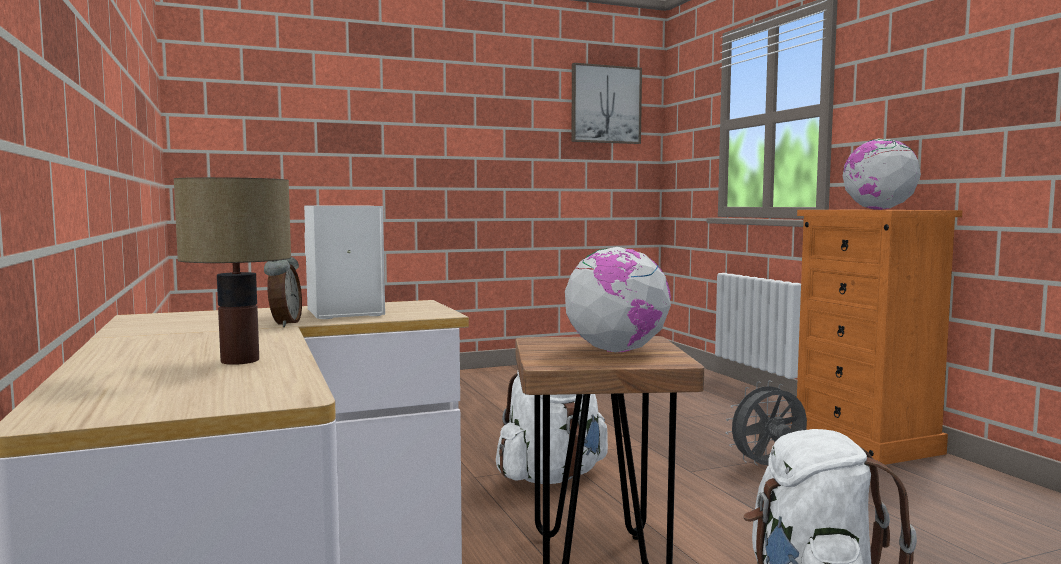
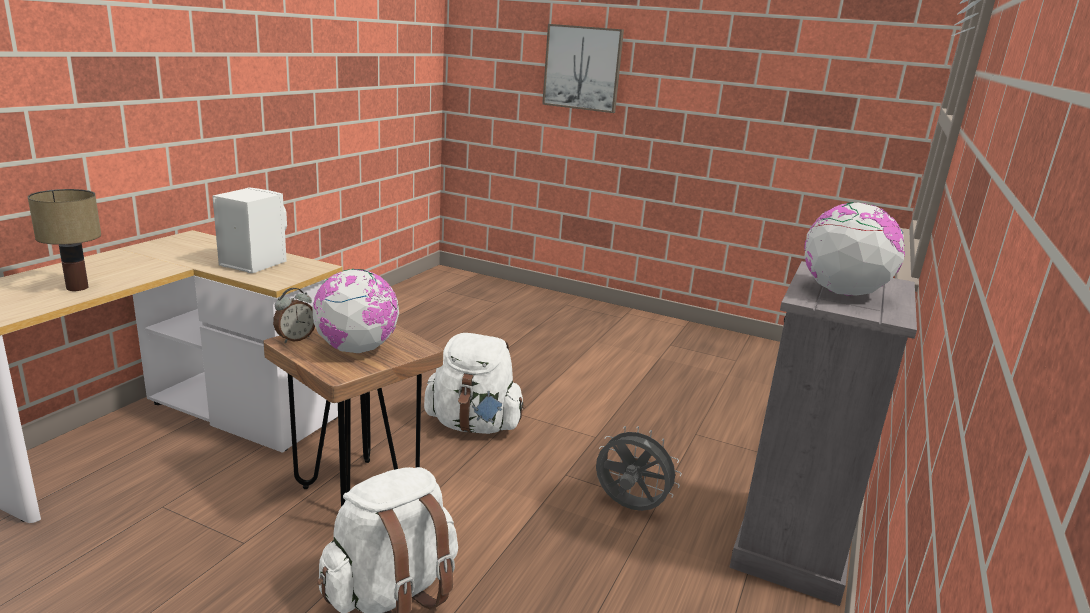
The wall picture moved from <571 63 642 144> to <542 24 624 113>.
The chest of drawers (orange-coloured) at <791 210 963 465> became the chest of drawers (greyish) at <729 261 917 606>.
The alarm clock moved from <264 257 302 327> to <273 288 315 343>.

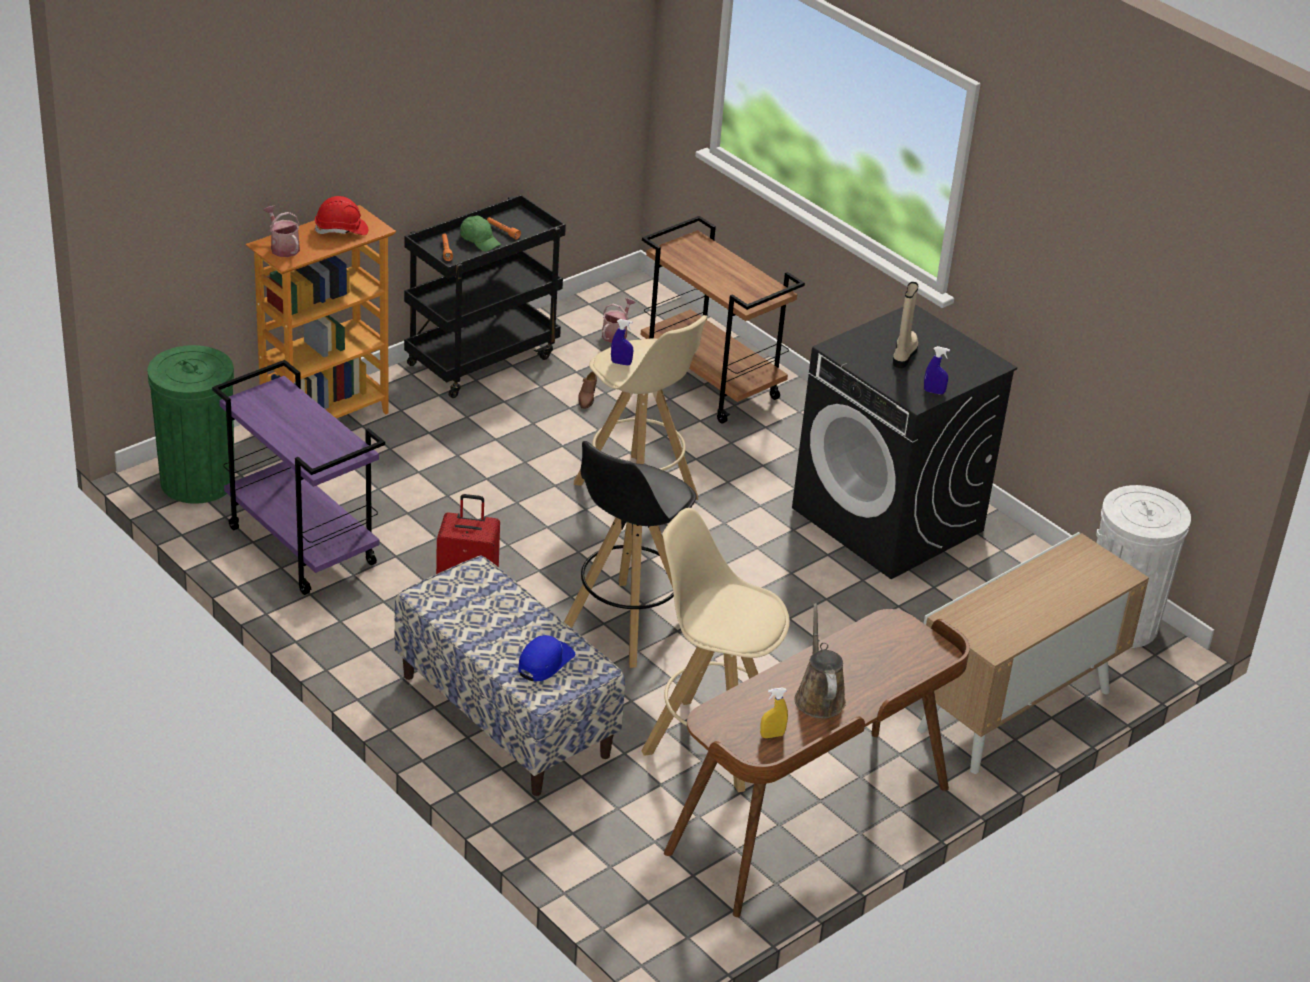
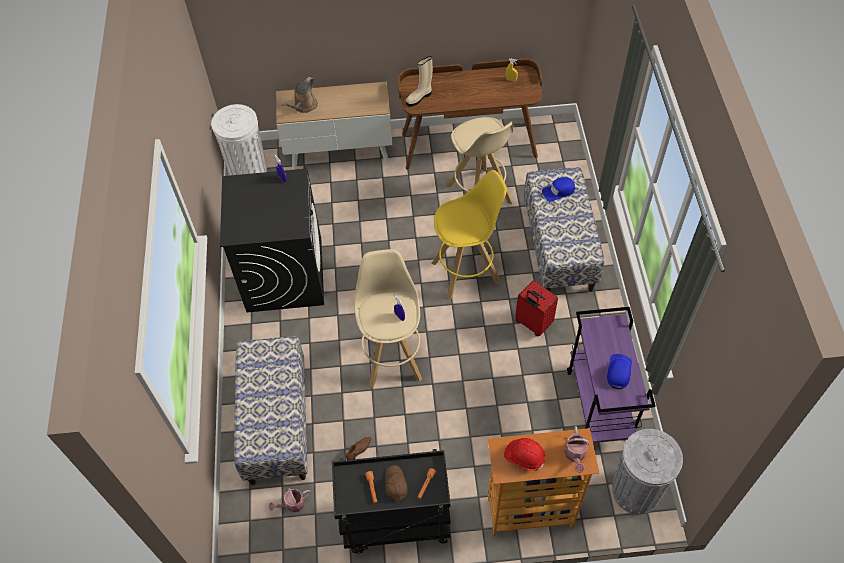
The cap (green) at <460 215 501 251> became the cap (brownish) at <385 466 407 501>.
The wheeled cart (brownish) at <641 216 805 424> was replaced by the bench at <234 336 308 485>.
The tall boot (sand-coloured) moved from <893 282 918 368> to <406 56 433 107>.
The trash can (green) at <147 345 235 504> became the trash can (greyish) at <612 429 683 514>.
The sitting stool (black) at <564 441 697 668> became the sitting stool (yellow-coloured) at <431 170 507 300>.
The watering pot (brownish) moved from <795 603 846 719> to <282 77 318 113>.
The cap (blue-coloured) at <607 354 632 389> appeared.

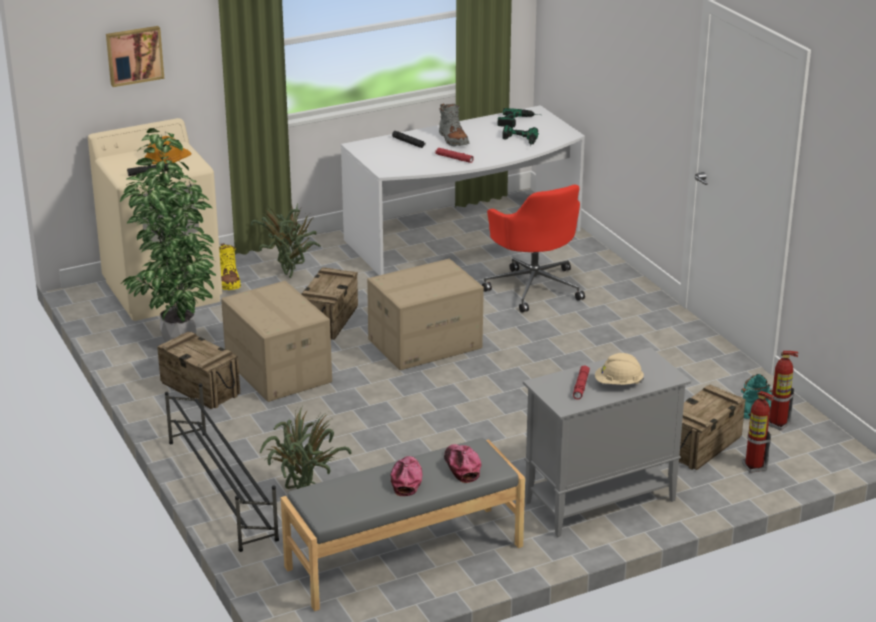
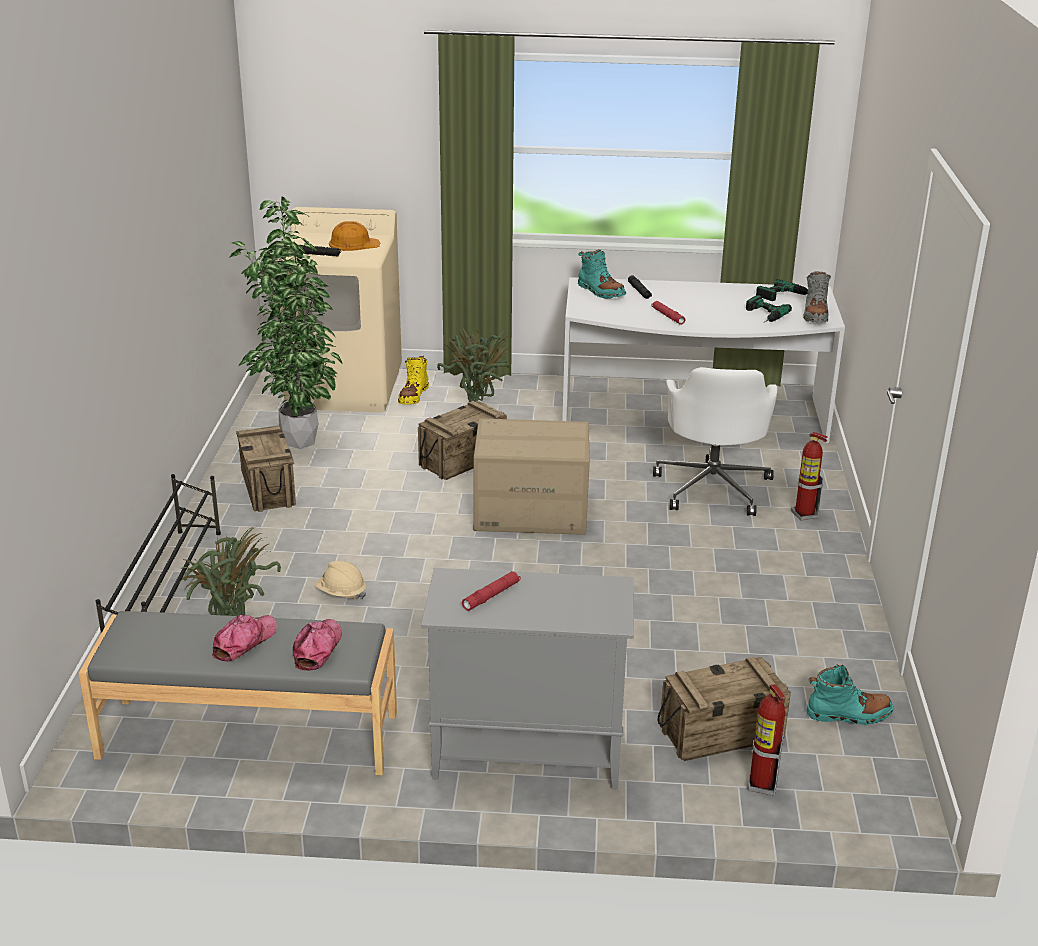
The wall picture at <106 26 164 87> disappeared.
The tall boot (greyish) moved from <439 103 469 147> to <803 271 831 322>.
The desk chair (reddish) at <482 184 585 313> became the desk chair (white-coloured) at <653 367 777 516>.
The packing box at <221 281 332 402> disappeared.
The fire extinguisher moved from <768 351 798 431> to <791 432 827 521>.
The hard hat (sand-coloured) moved from <595 353 644 385> to <315 561 366 599>.
The tall boot (blue-green) at <578 249 626 299> appeared.

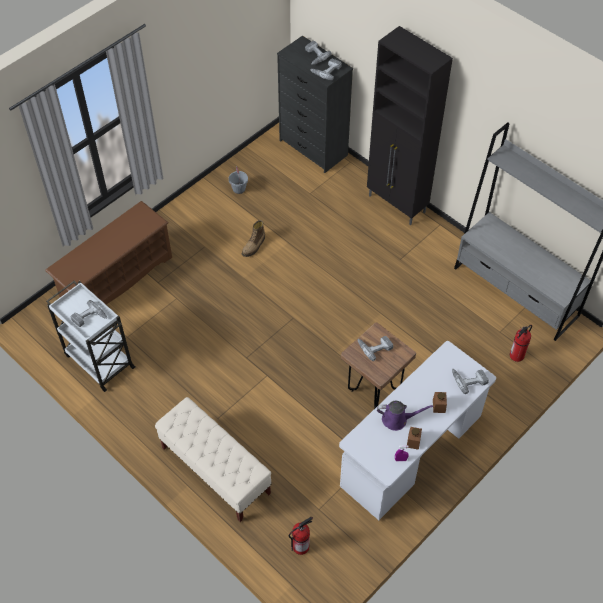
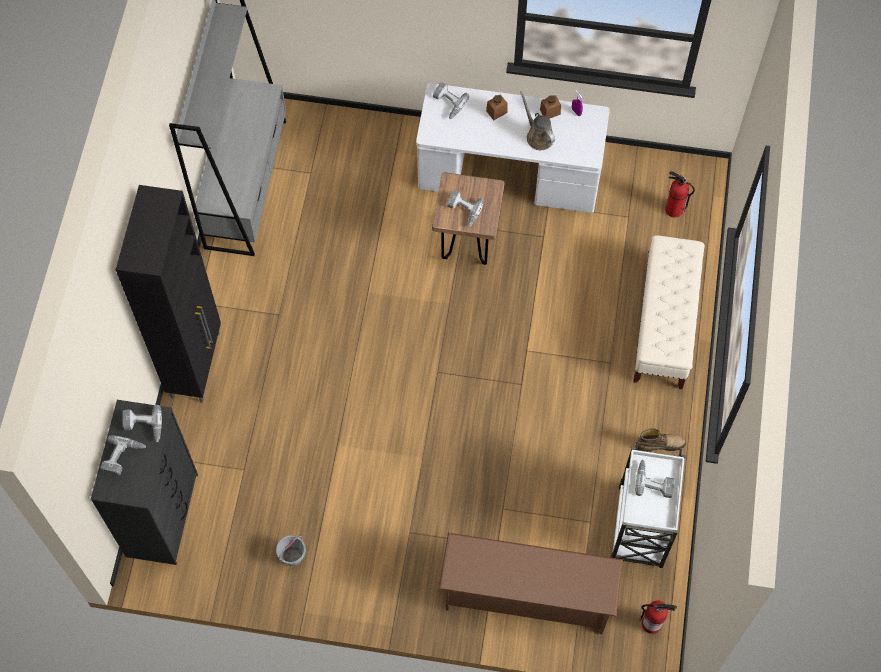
The tall boot moved from <242 220 265 257> to <637 429 686 452>.
The fire extinguisher moved from <510 325 532 362> to <639 600 677 634>.
The watering pot (purplish) at <377 401 434 431> became the watering pot (brownish) at <520 91 555 150>.

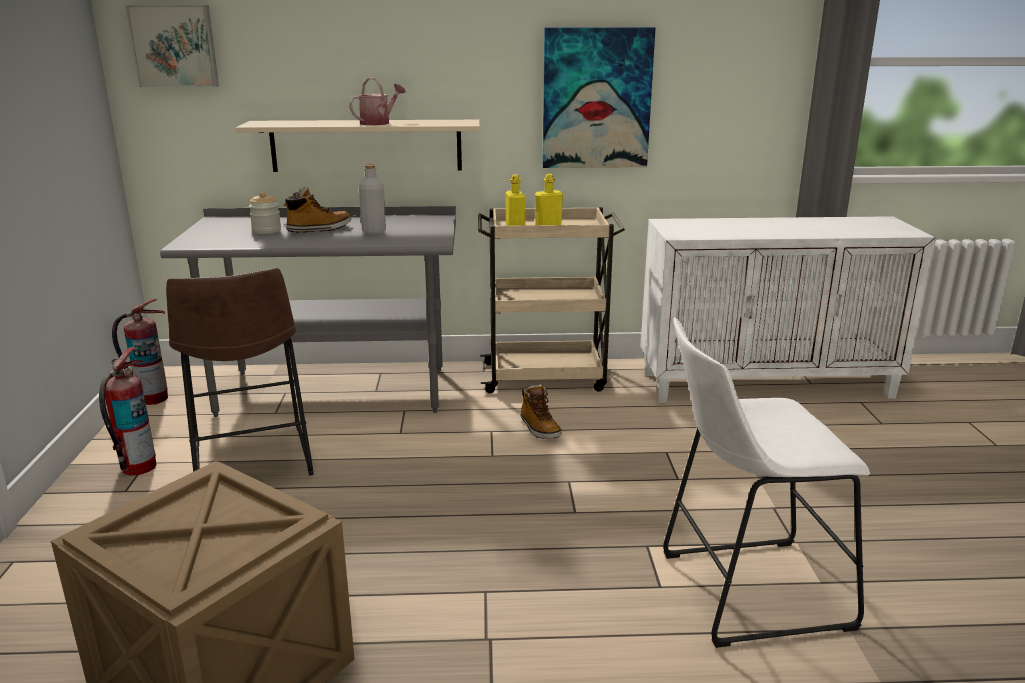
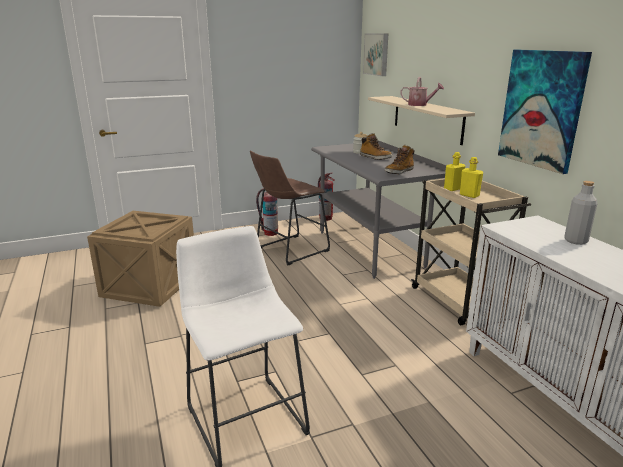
The bottle (greyish) moved from <359 164 386 235> to <564 181 598 245>.
The tall boot moved from <520 385 562 438> to <385 144 415 174>.

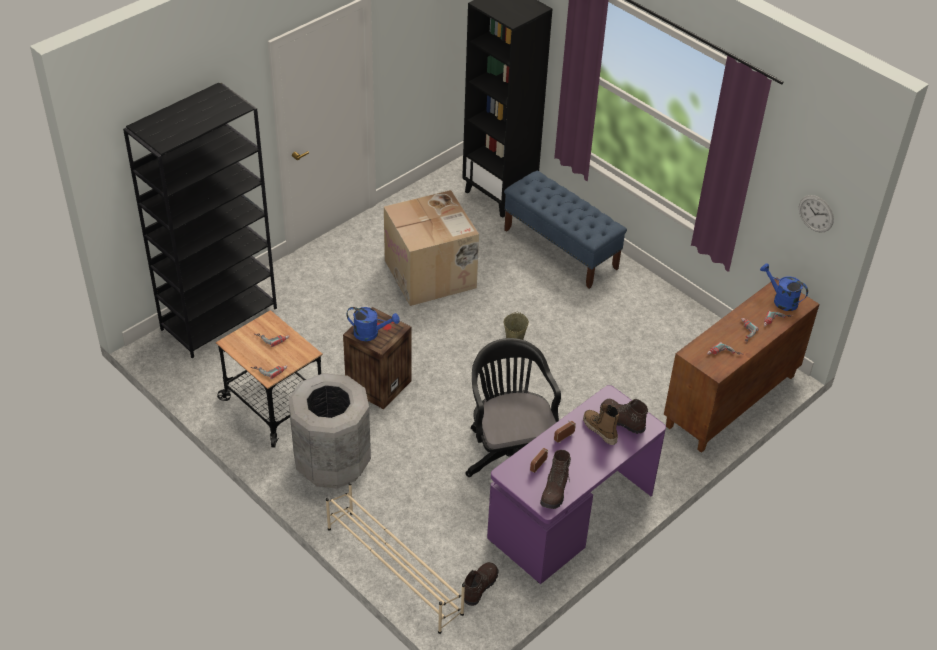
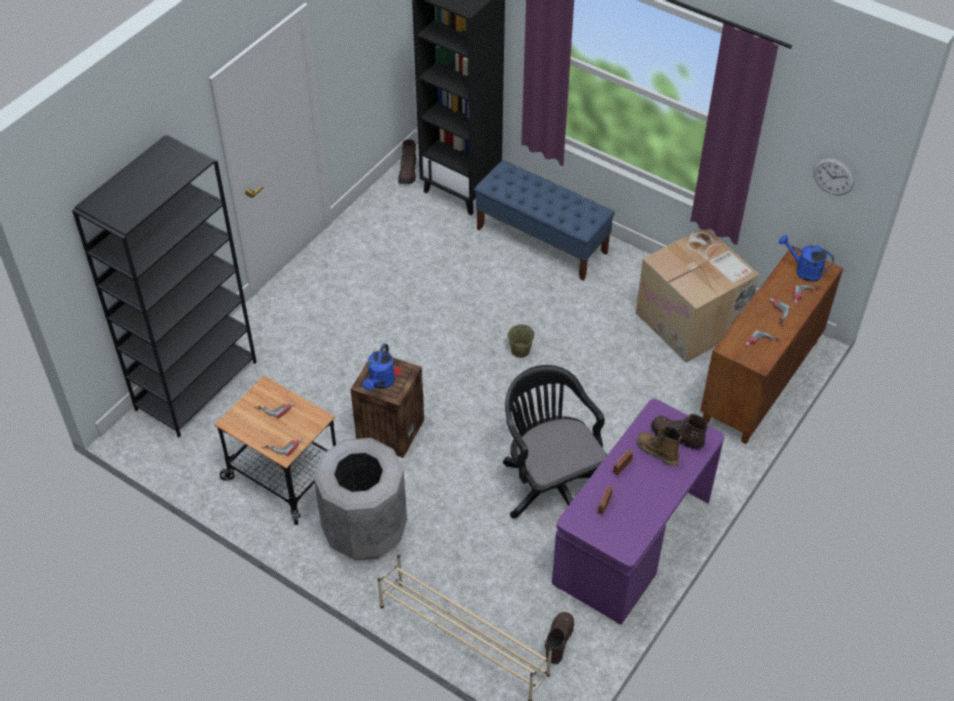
The packing box moved from <384 190 479 306> to <636 229 759 363>.
The watering pot (blue-coloured) at <346 307 400 341> turned 105 degrees clockwise.
The tall boot (brownish) moved from <540 450 572 509> to <398 139 418 184>.

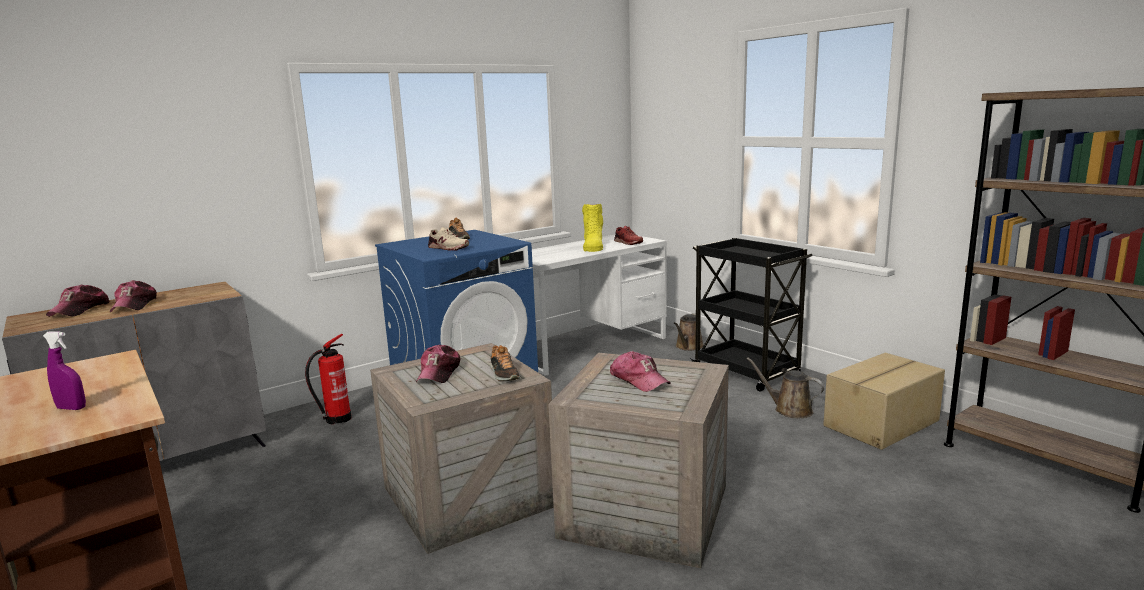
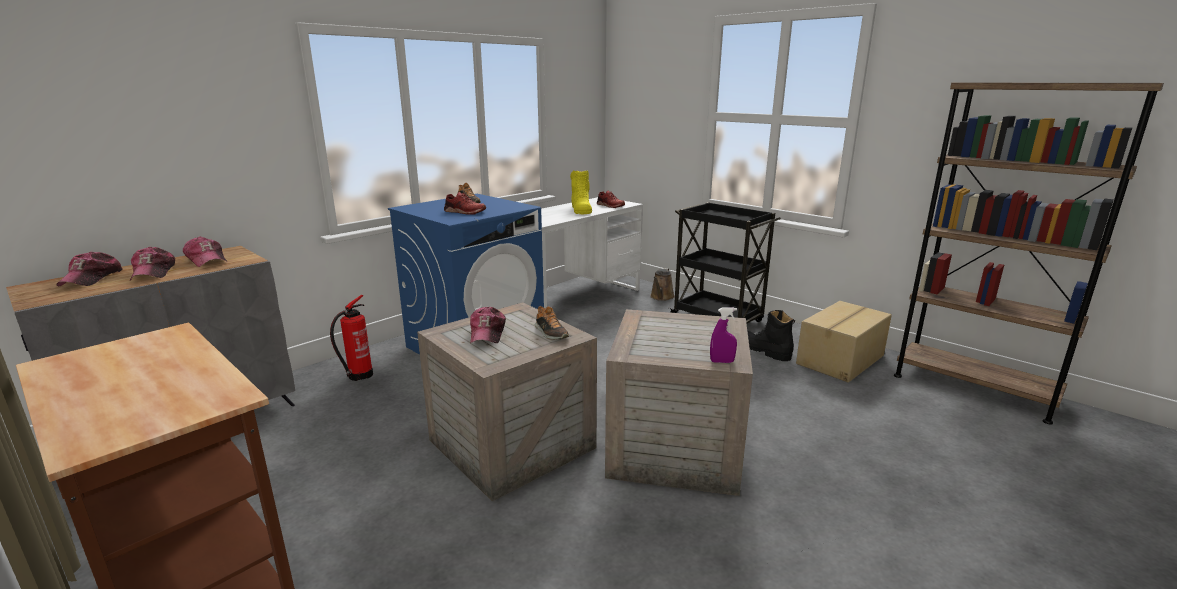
The shoe (sand-coloured) at <428 227 469 251> became the shoe (reddish) at <444 192 486 215>.
The spray bottle (purplish) moved from <43 331 86 410> to <710 307 737 363>.
The cap moved from <610 351 671 392> to <183 236 227 267>.
The watering pot (brownish) at <747 357 824 418> was replaced by the tall boot (black) at <747 310 795 361>.

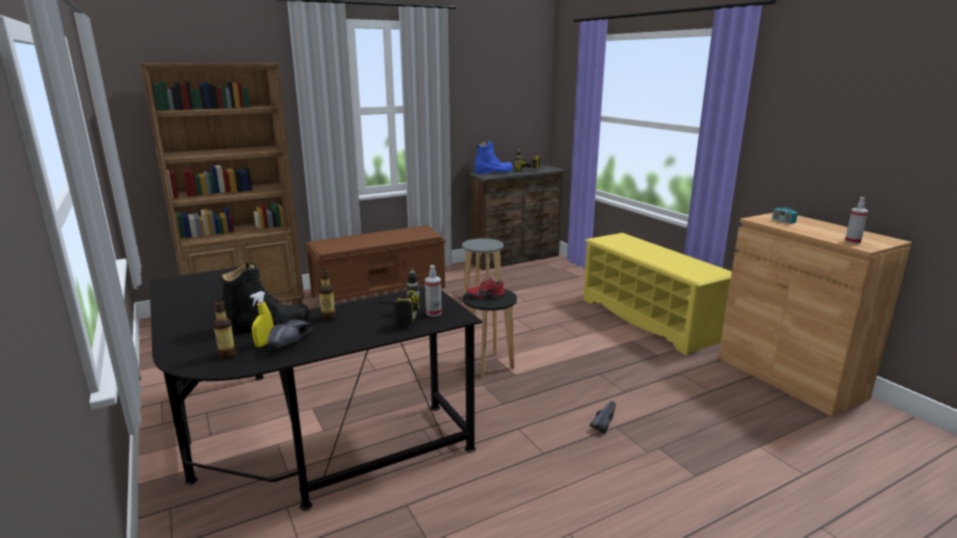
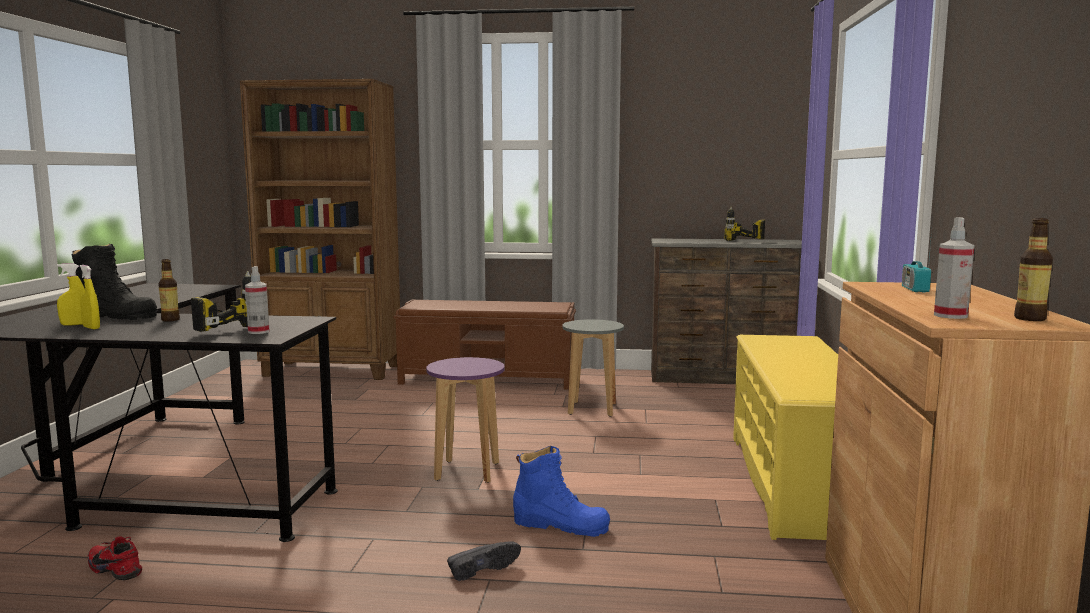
The tall boot (blue-coloured) moved from <475 141 513 174> to <513 446 610 537>.
The shoe (reddish) moved from <467 277 505 299> to <88 537 142 580>.
The sitting stool (black) at <463 289 517 378> became the sitting stool (purplish) at <426 357 505 483>.
The bottle moved from <213 300 236 359> to <1014 218 1053 321>.
The shoe (black) at <267 320 314 350> was replaced by the spray bottle (yellow-coloured) at <80 265 100 329>.

